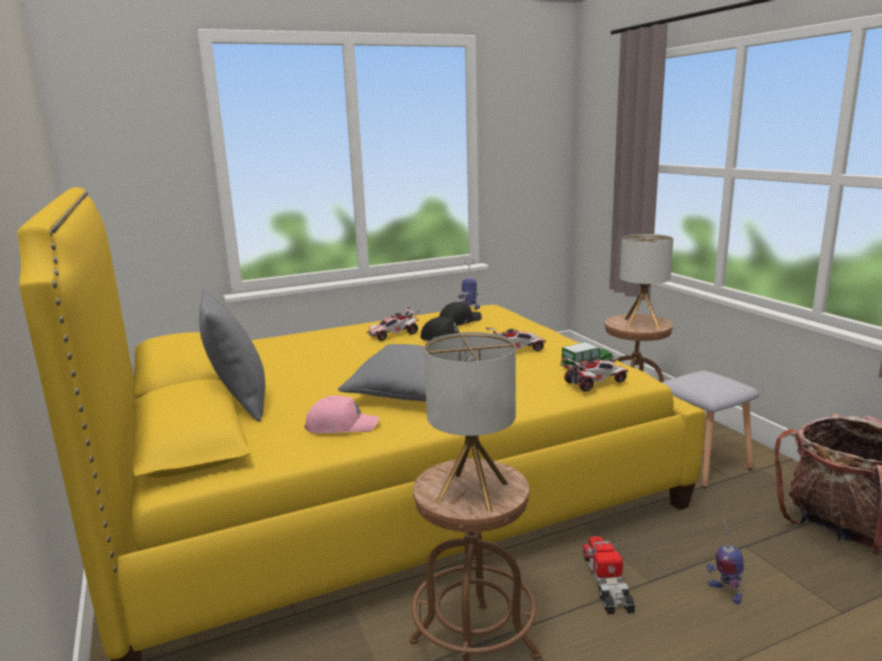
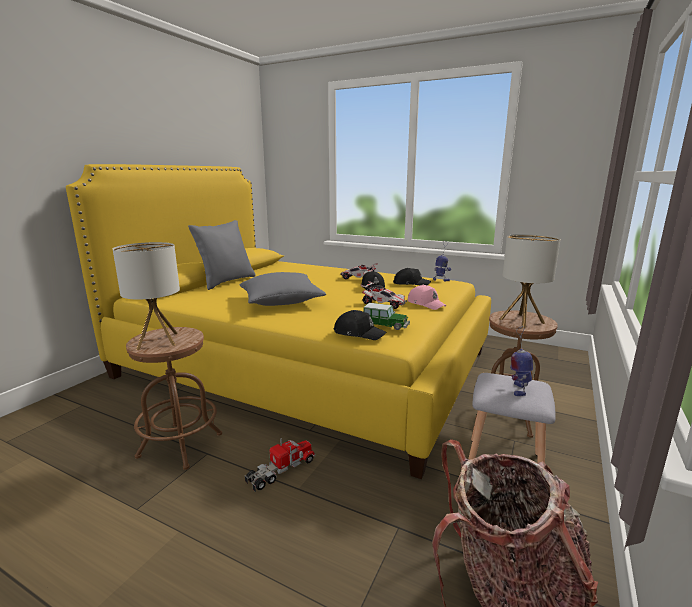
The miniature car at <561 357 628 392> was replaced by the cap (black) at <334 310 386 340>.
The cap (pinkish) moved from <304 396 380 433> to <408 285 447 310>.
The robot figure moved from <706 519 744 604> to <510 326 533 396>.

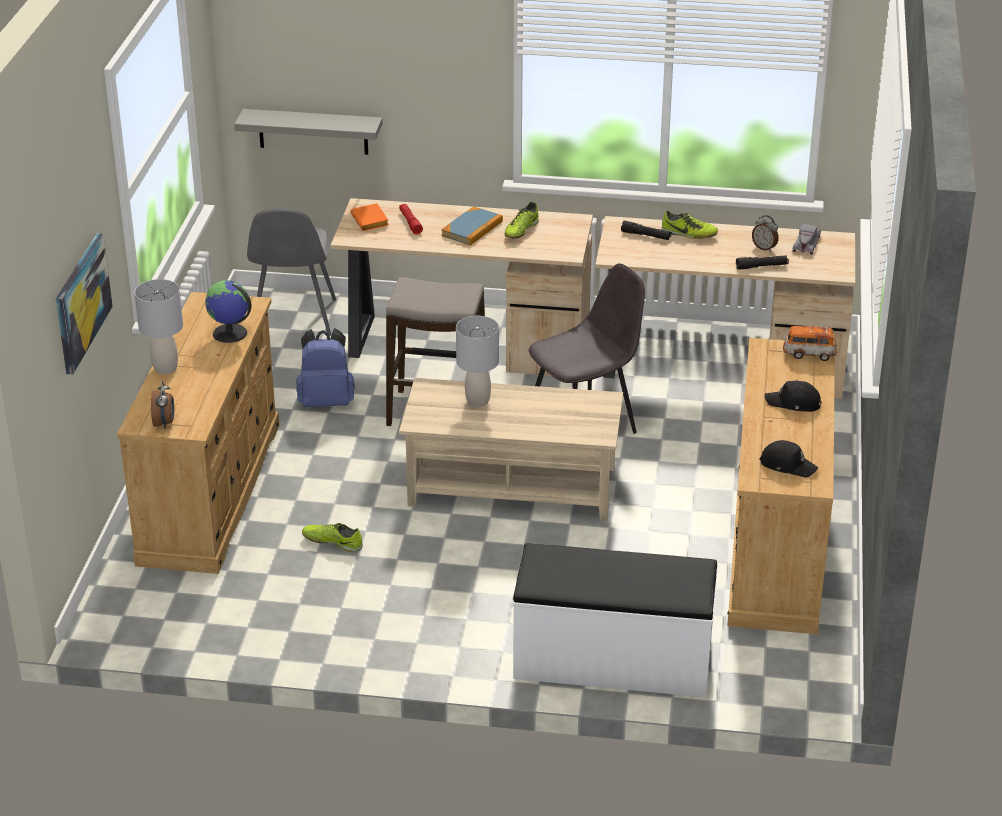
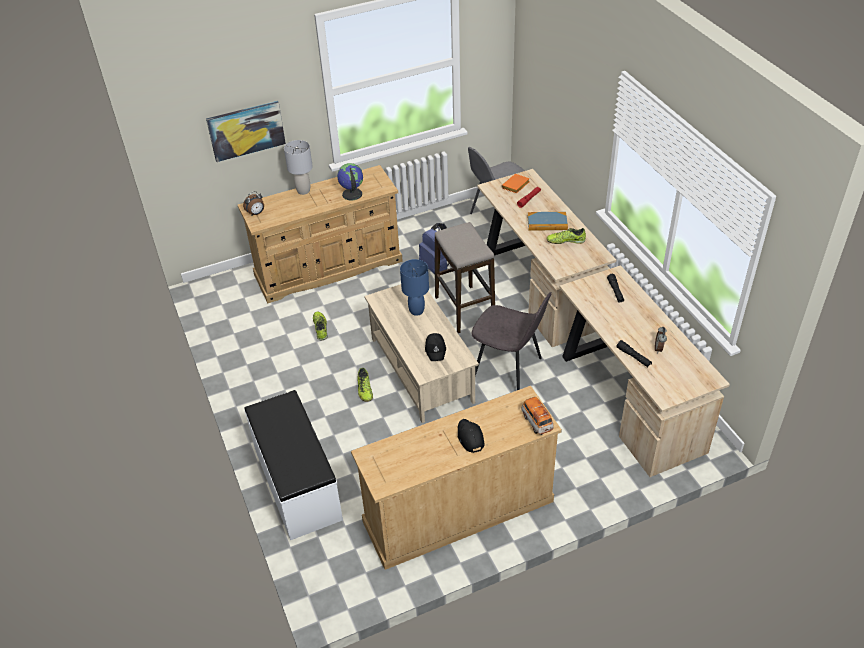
The bracket shelf (greyish) at <234 109 382 155> disappeared.
The shoe moved from <661 210 718 239> to <357 368 373 402>.
The miniature car (greyish) at <793 224 821 255> disappeared.
The tabletop lamp (greyish) at <456 316 499 407> became the tabletop lamp (blue-coloured) at <400 259 429 316>.
The cap (black) moved from <759 440 818 477> to <425 333 446 361>.

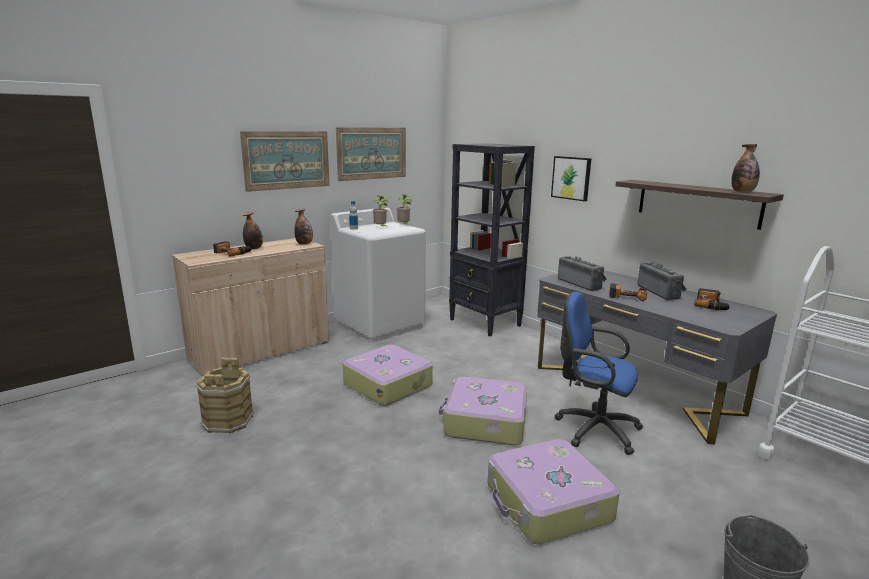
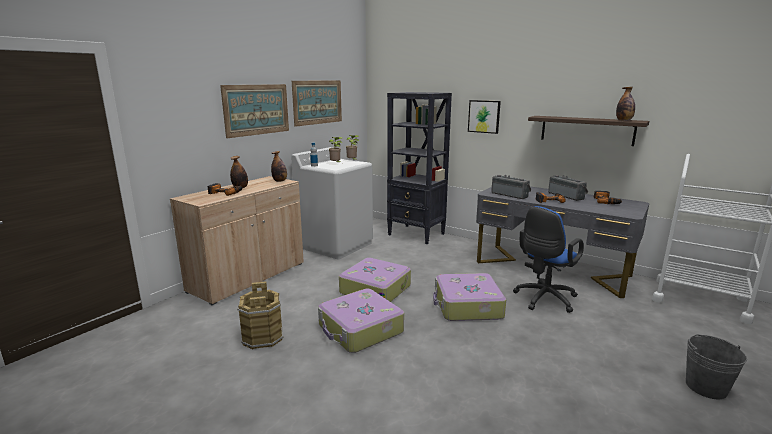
The desk chair (blue-coloured) at <554 291 643 455> turned 60 degrees counterclockwise.
The suitcase moved from <488 439 619 544> to <318 289 404 353>.

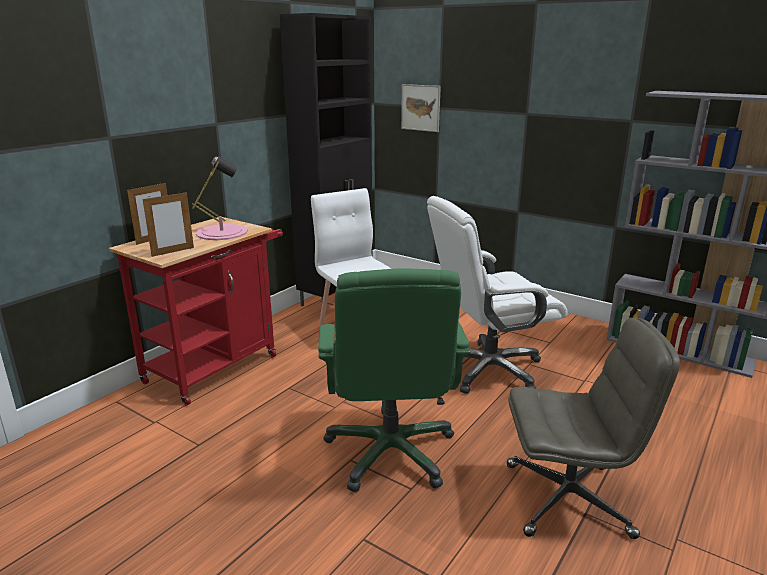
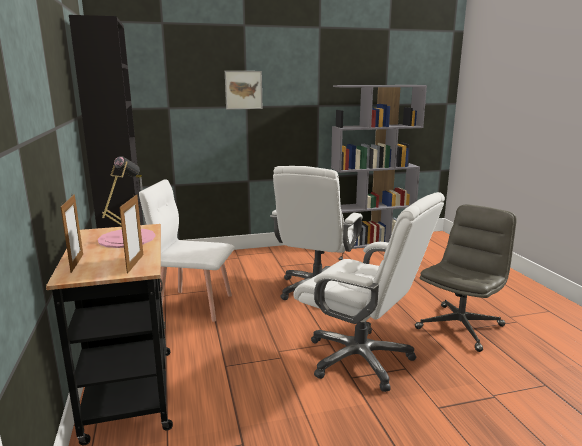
The wall picture moved from <401 84 441 132> to <225 71 262 110>.
The wheeled cart (reddish) at <109 217 283 406> became the wheeled cart (black) at <46 224 173 445>.
The desk chair (green) at <318 268 471 492> became the desk chair (white-coloured) at <293 192 445 392>.

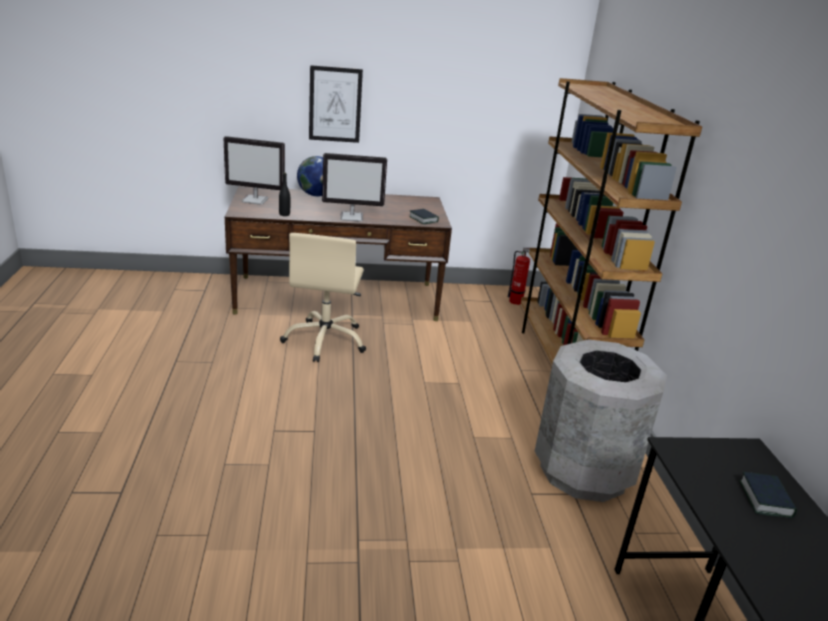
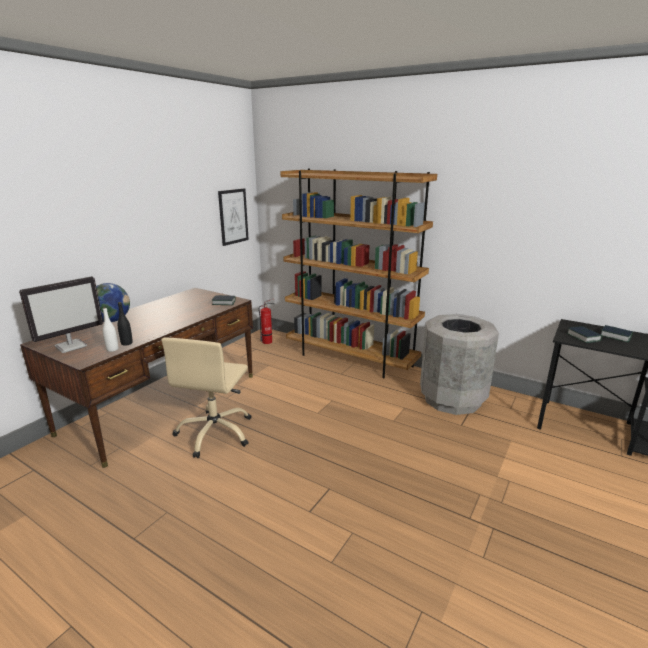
The wall picture moved from <309 65 363 143> to <218 188 249 246>.
The computer screen at <322 153 387 222> disappeared.
The desk chair (sand-coloured) at <280 233 366 362> turned 60 degrees clockwise.
The bottle (white-coloured) at <103 307 118 352> appeared.
The book at <567 326 602 343> appeared.

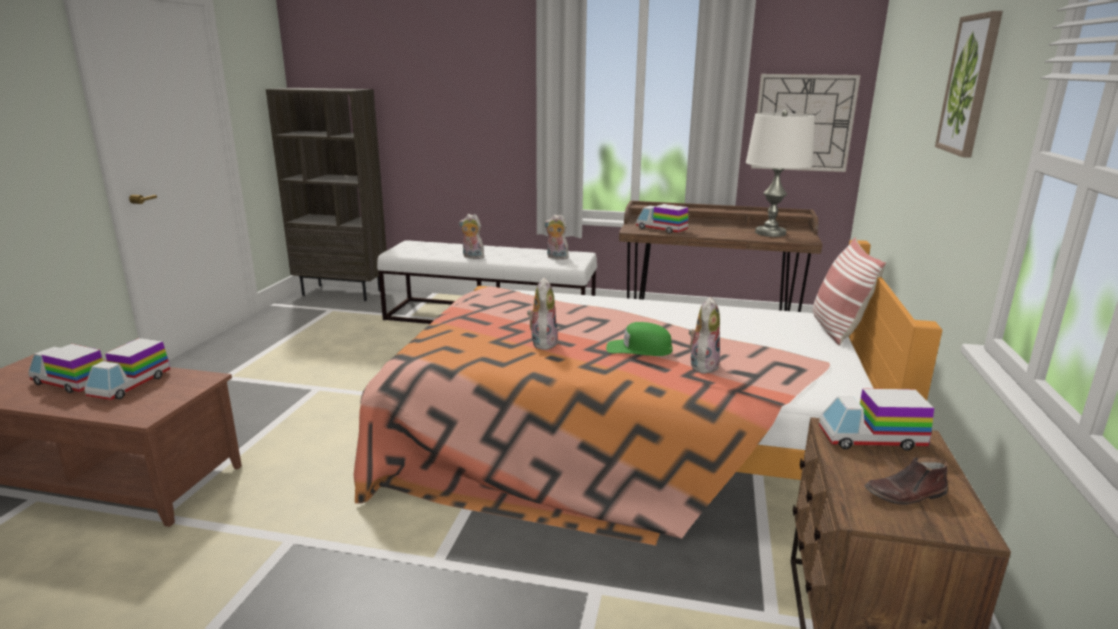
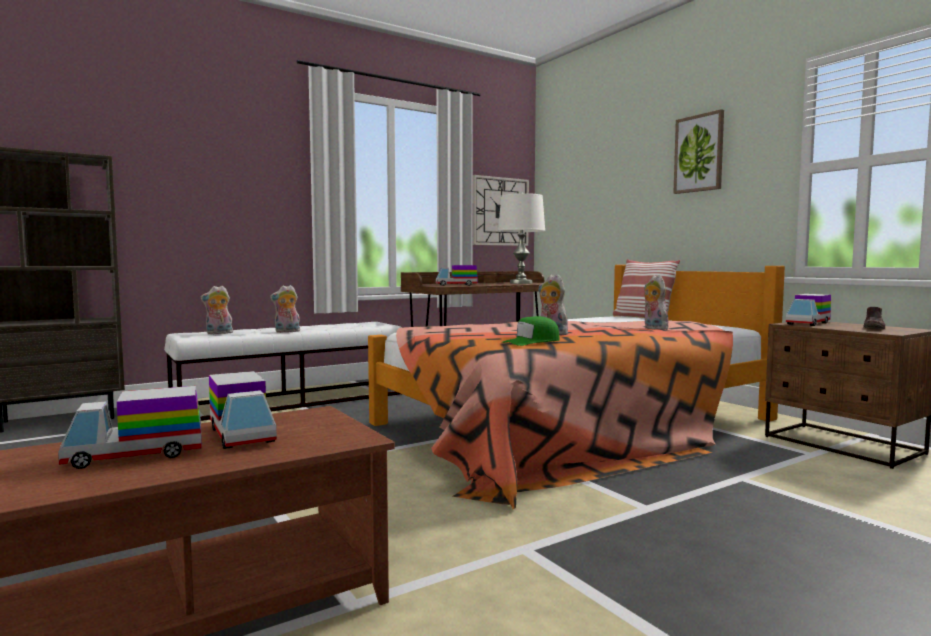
The plush toy moved from <544 214 569 260> to <200 286 233 334>.
The cap (green) moved from <606 322 672 356> to <502 316 560 346>.

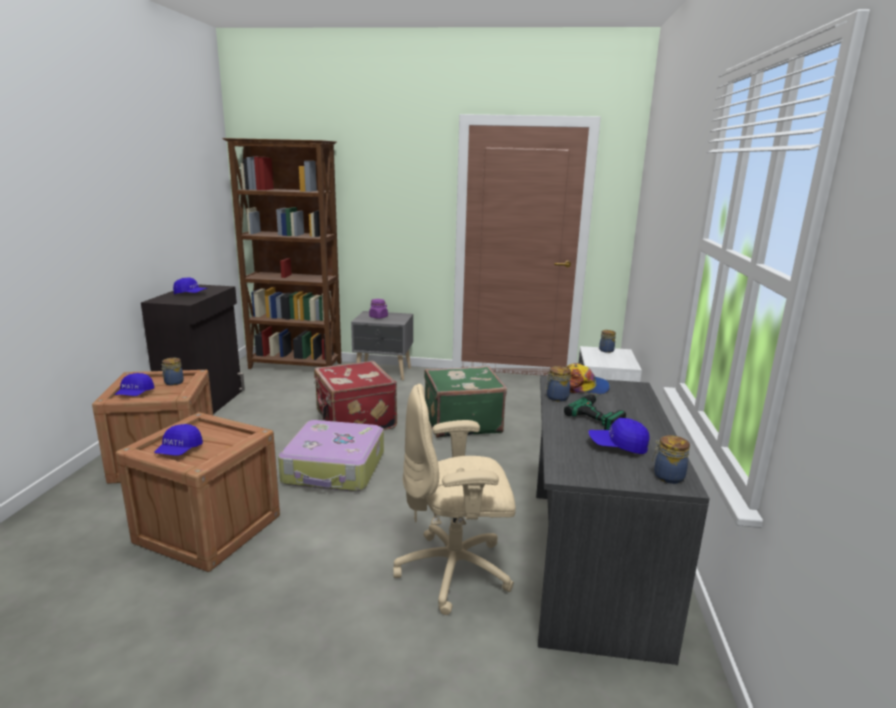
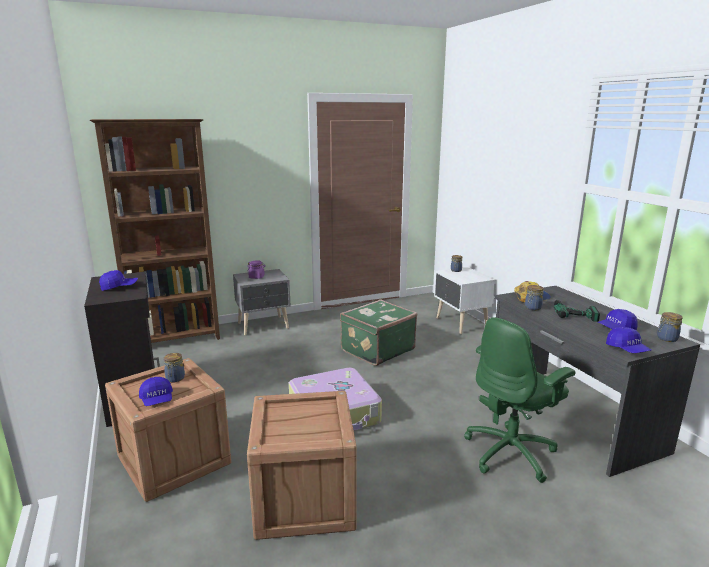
The suitcase (reddish) at <314 361 397 430> disappeared.
The desk chair (sand-coloured) at <393 384 516 615> became the desk chair (green) at <464 317 575 483>.
The cap (blue-coloured) moved from <154 424 203 456> to <606 327 651 353>.

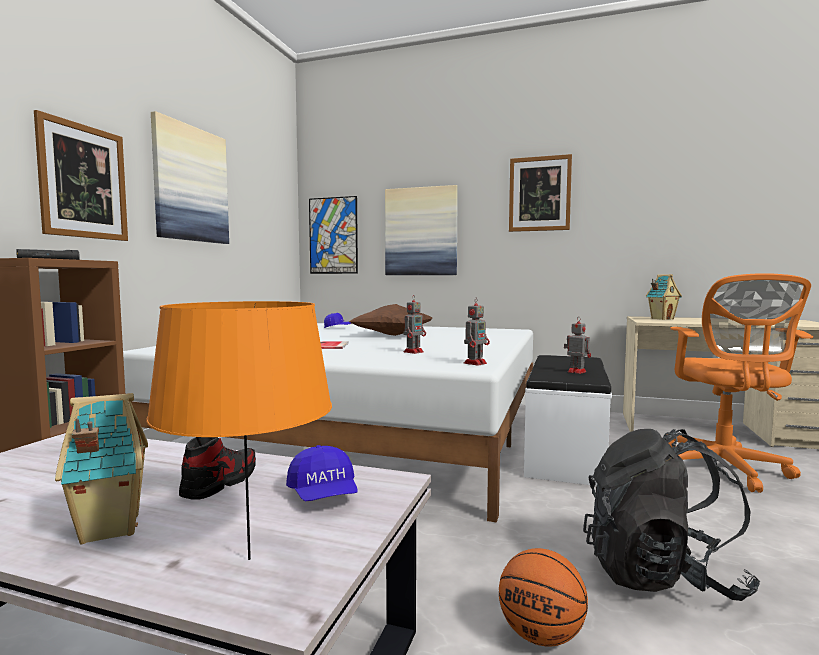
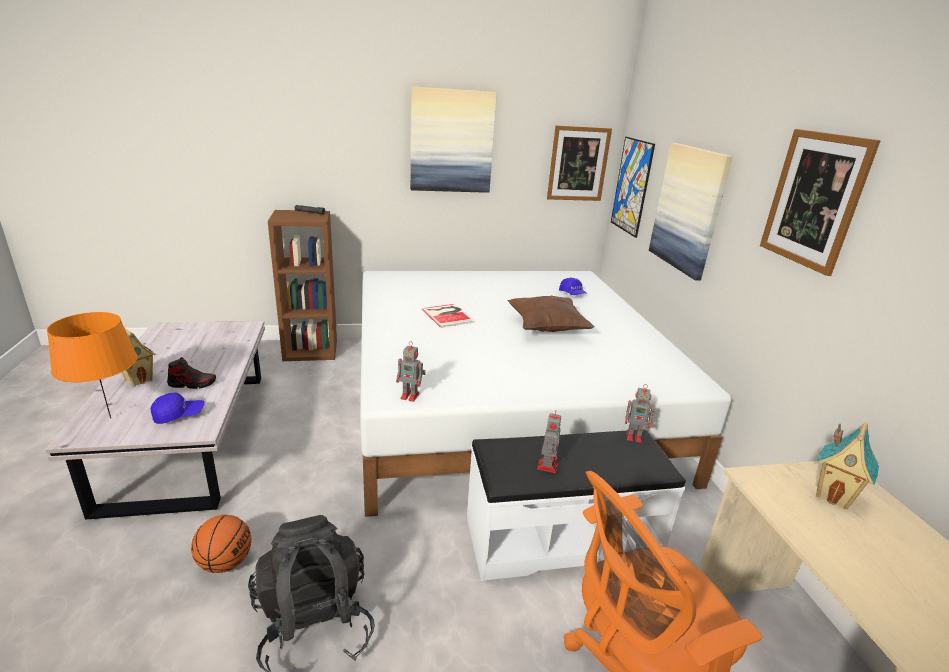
The wall picture moved from <34 110 128 241> to <547 125 612 201>.
The robot figure moved from <404 296 426 354> to <625 384 655 443>.
The cap (blue-coloured) at <286 445 358 501> turned 150 degrees counterclockwise.

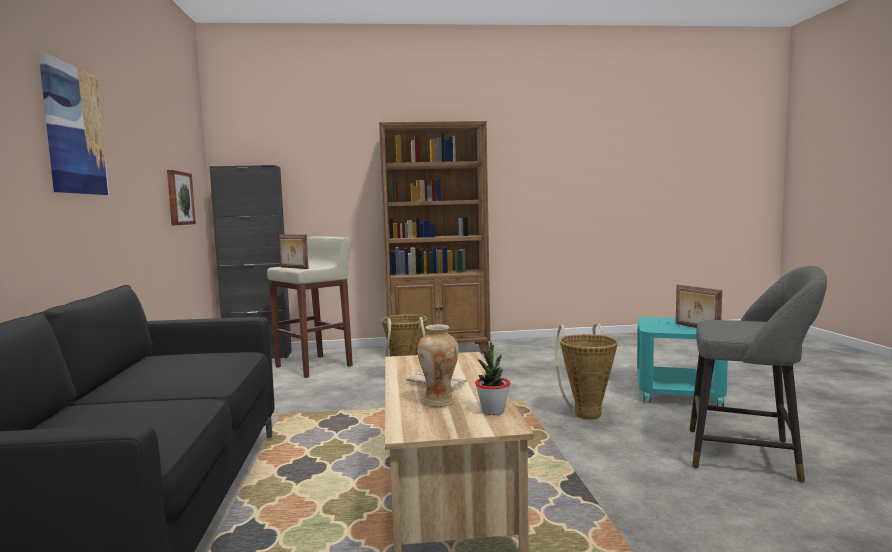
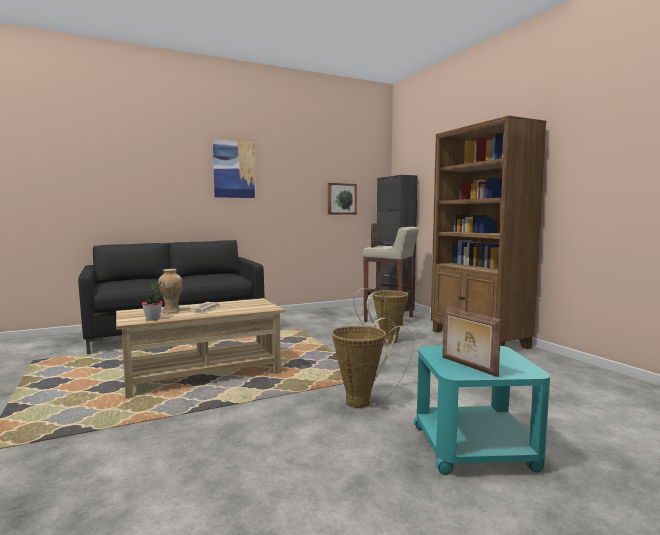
The sitting stool (greyish) at <689 266 827 483> disappeared.
The standing frame at <676 285 722 328> turned 75 degrees counterclockwise.

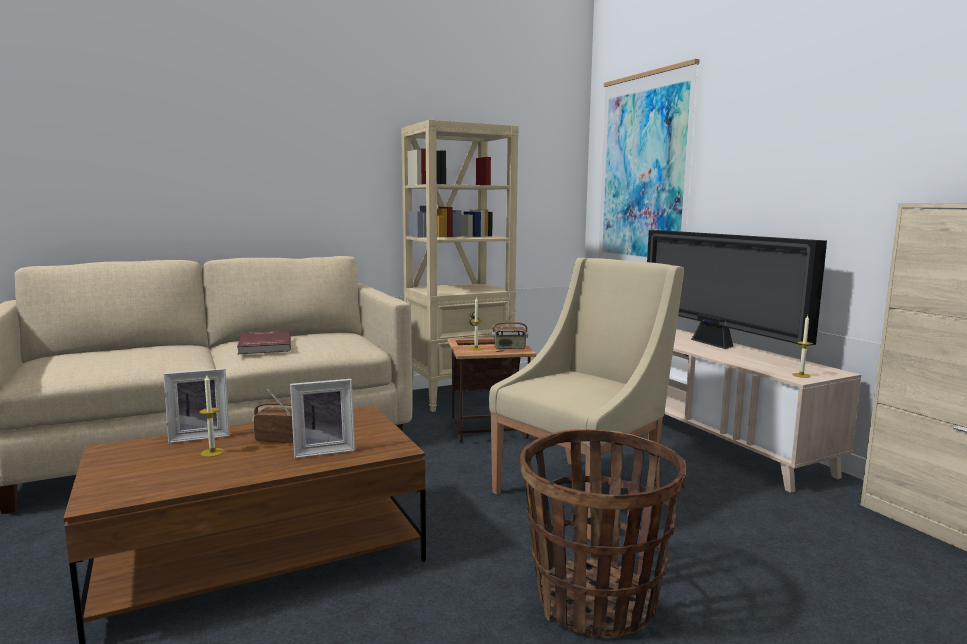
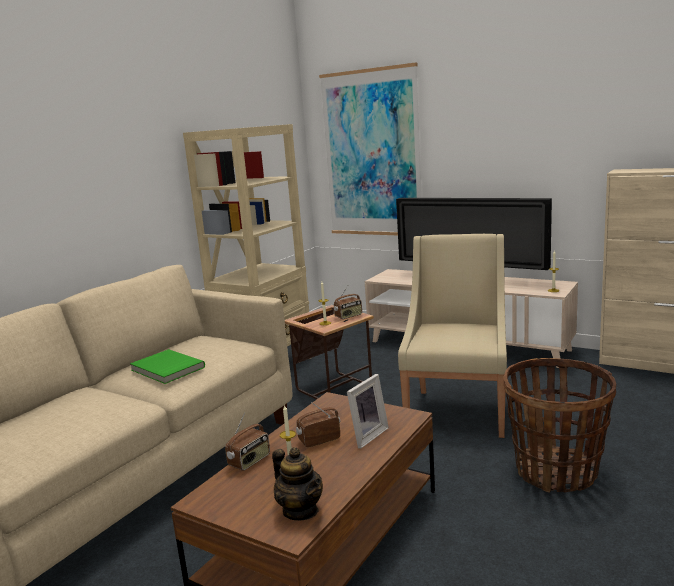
The book (reddish) at <237 331 291 354> became the book (green) at <130 349 205 384>.
The standing frame at <164 368 230 443> was replaced by the radio receiver at <225 413 270 471>.
The tea pot at <272 447 323 520> appeared.

